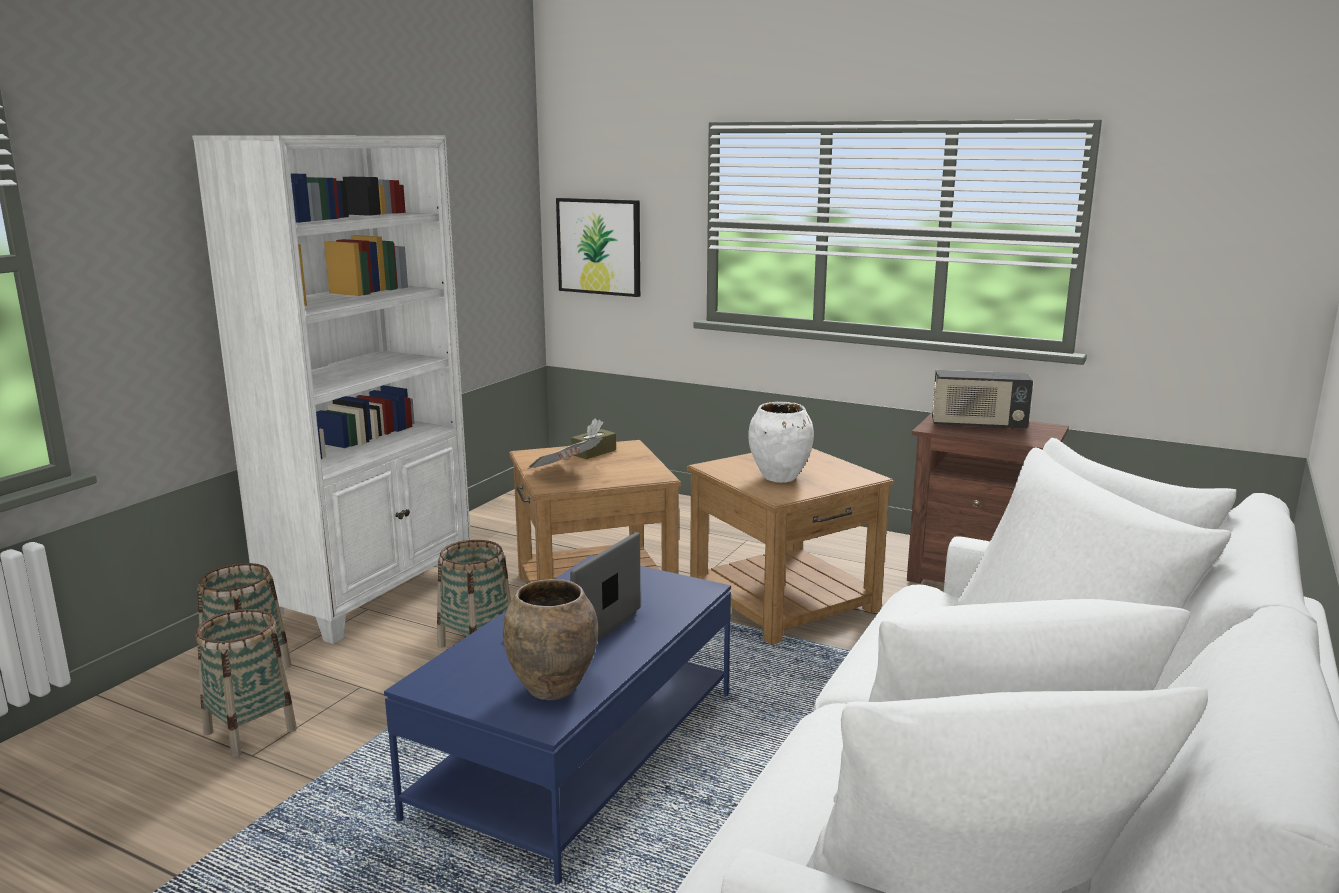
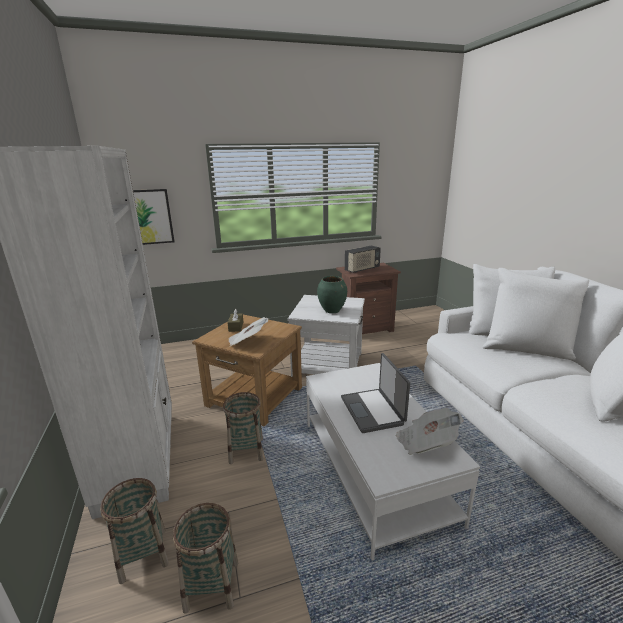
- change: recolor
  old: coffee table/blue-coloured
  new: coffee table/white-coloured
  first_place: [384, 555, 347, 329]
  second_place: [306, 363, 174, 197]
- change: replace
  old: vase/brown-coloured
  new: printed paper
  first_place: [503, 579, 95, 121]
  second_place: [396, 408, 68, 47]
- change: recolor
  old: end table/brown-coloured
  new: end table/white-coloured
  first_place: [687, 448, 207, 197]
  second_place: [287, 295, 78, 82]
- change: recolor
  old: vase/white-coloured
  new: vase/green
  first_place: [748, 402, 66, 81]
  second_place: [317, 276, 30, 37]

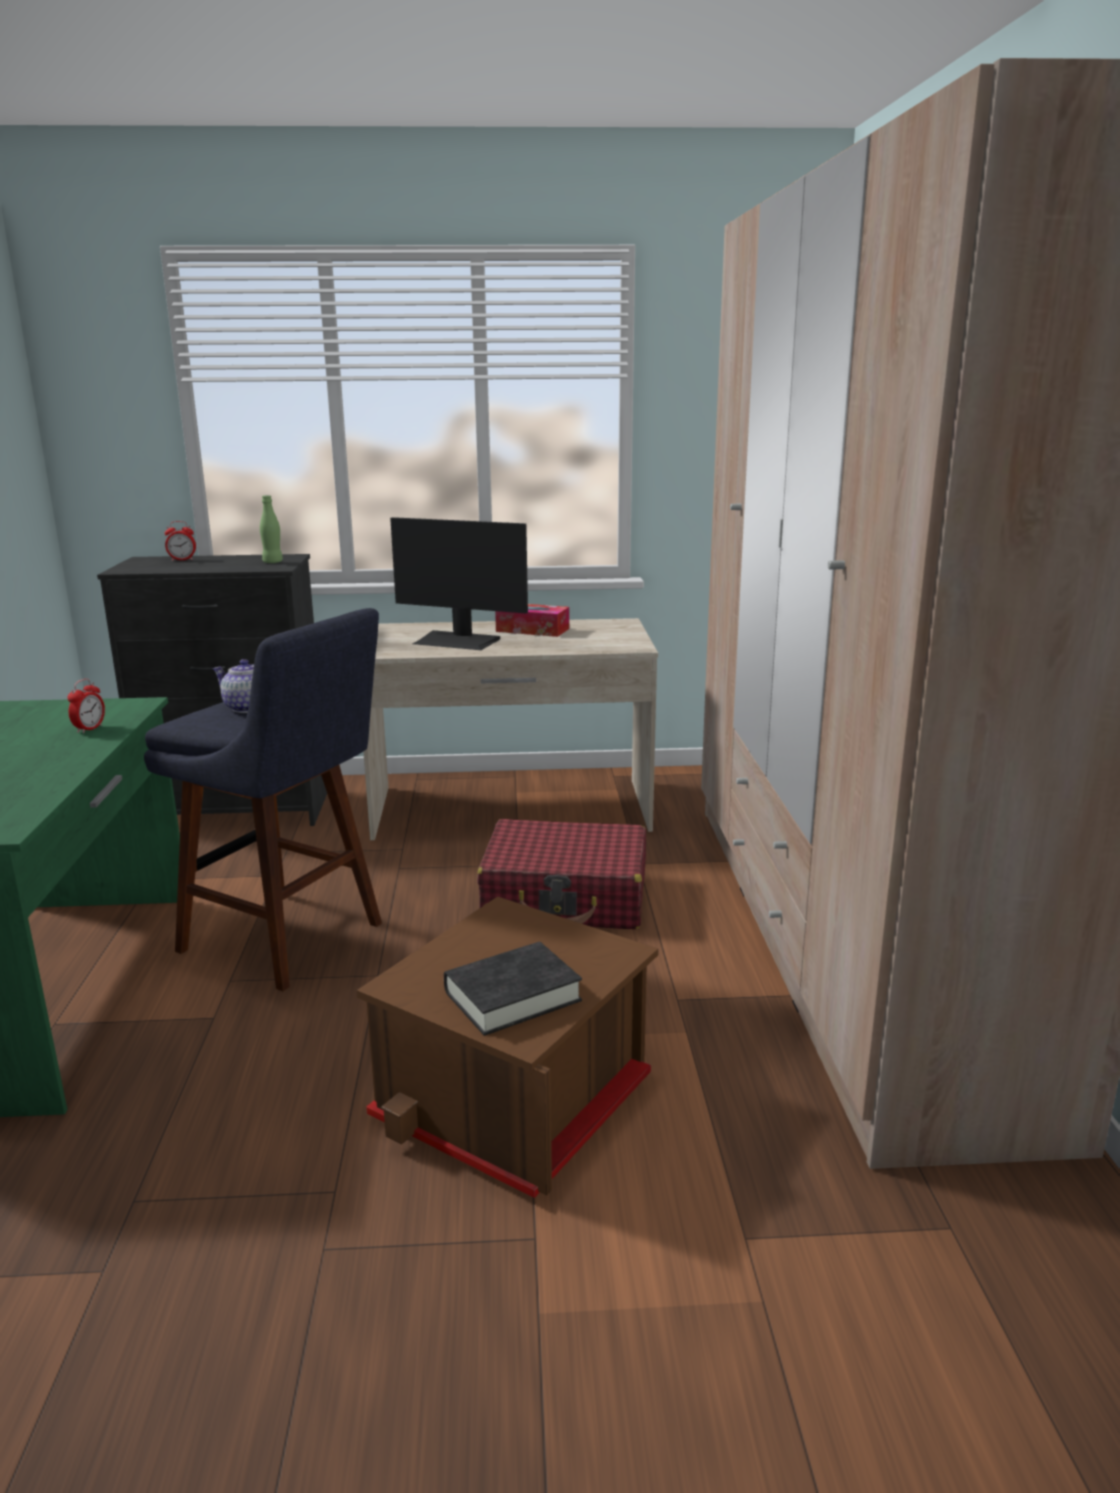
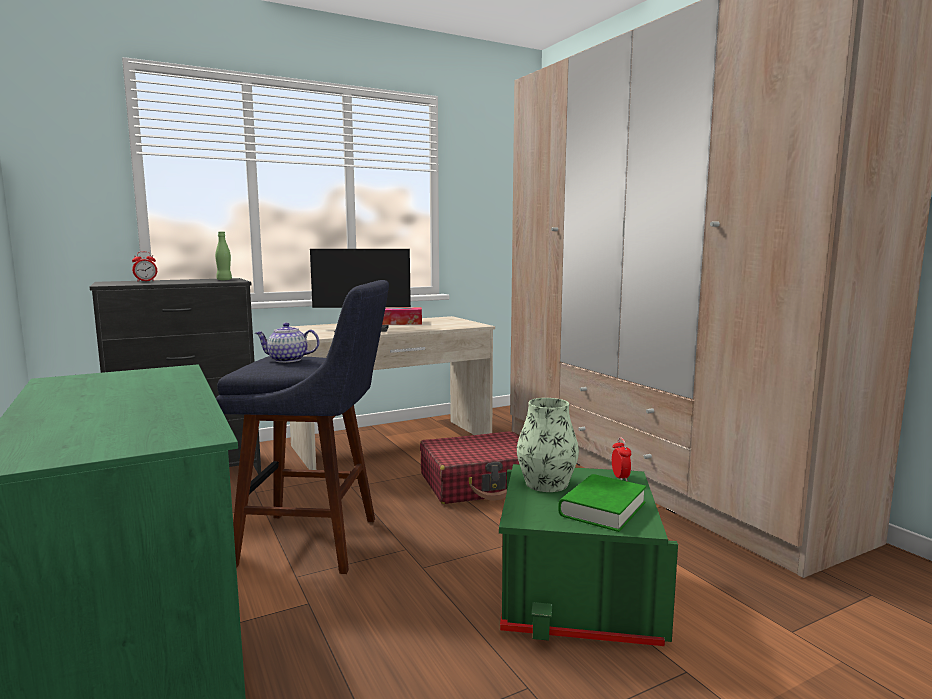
- change: move
  old: table clock
  first_place: [67, 679, 38, 55]
  second_place: [612, 437, 19, 44]
- change: recolor
  old: storage container/brown-coloured
  new: storage container/green
  first_place: [356, 897, 302, 301]
  second_place: [499, 464, 179, 182]
- change: recolor
  old: bound book/blackish
  new: bound book/green
  first_place: [444, 942, 138, 94]
  second_place: [558, 474, 88, 58]
- change: insert
  new: vase
  second_place: [517, 398, 62, 94]

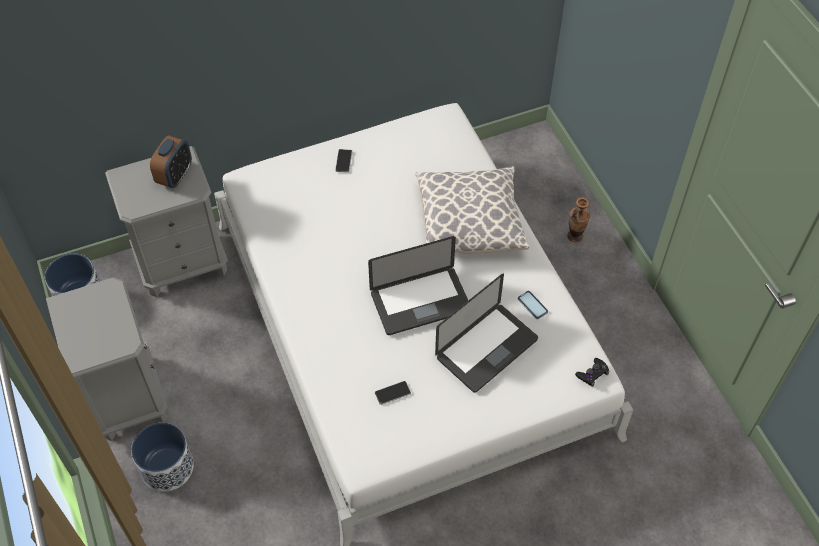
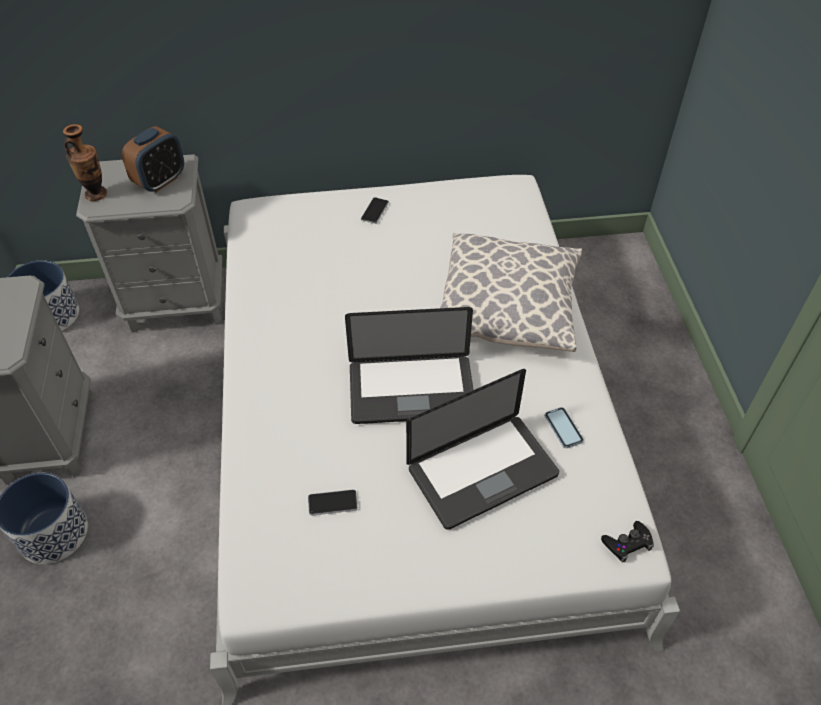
- change: move
  old: vase
  first_place: [567, 198, 23, 45]
  second_place: [63, 124, 44, 77]

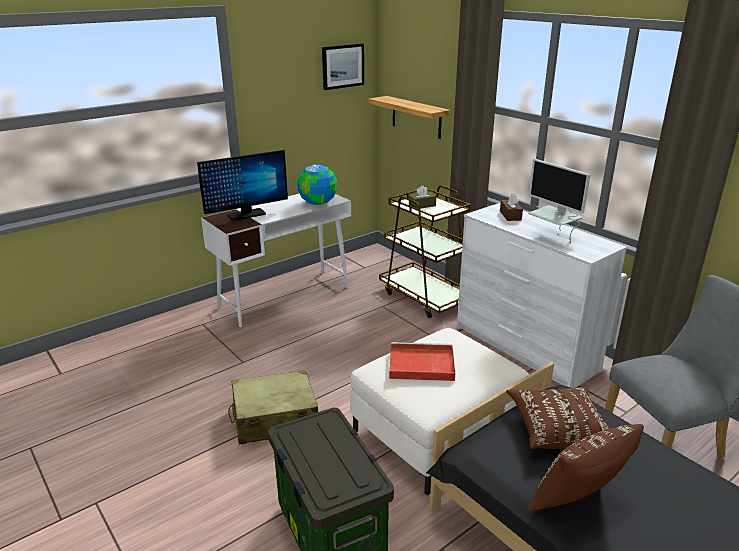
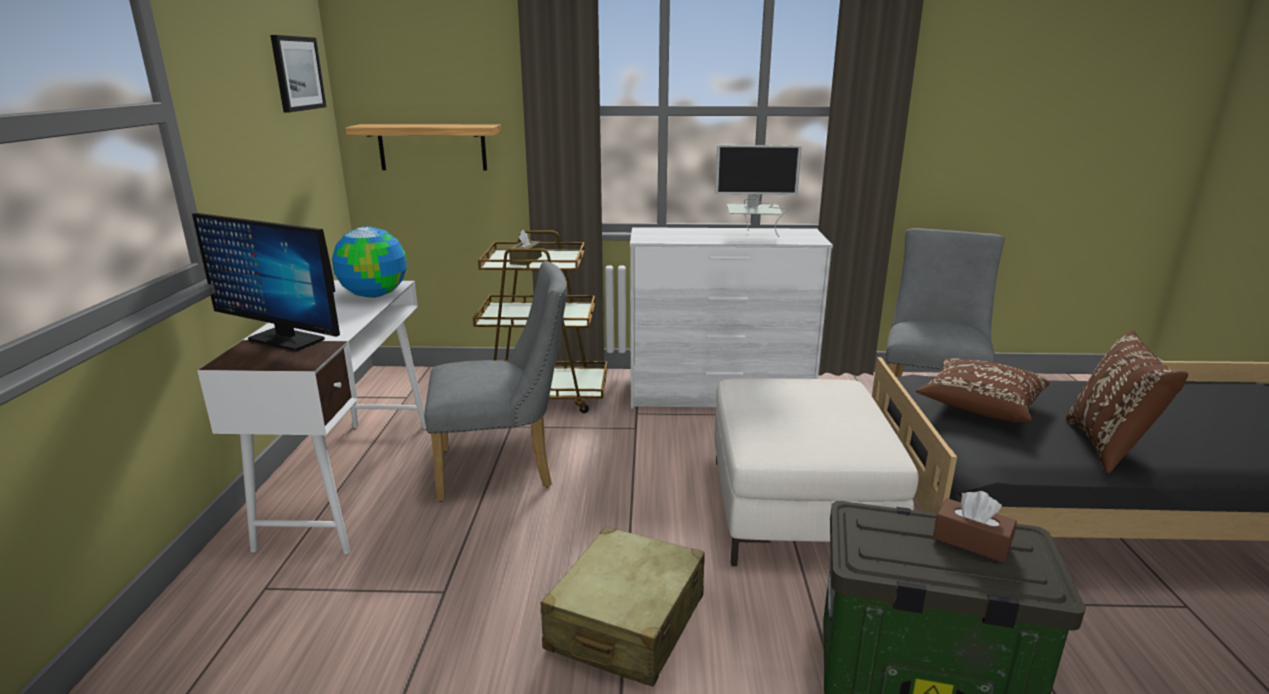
- change: rotate
  old: monitor
  first_place: [197, 150, 91, 71]
  second_place: [192, 213, 148, 138]
  degrees: 105
- change: delete
  old: serving tray/red-coloured
  first_place: [389, 342, 66, 39]
- change: move
  old: tissue box/brown-coloured
  first_place: [500, 194, 23, 27]
  second_place: [933, 491, 84, 72]
- change: insert
  new: chair/grey
  second_place: [424, 261, 143, 241]

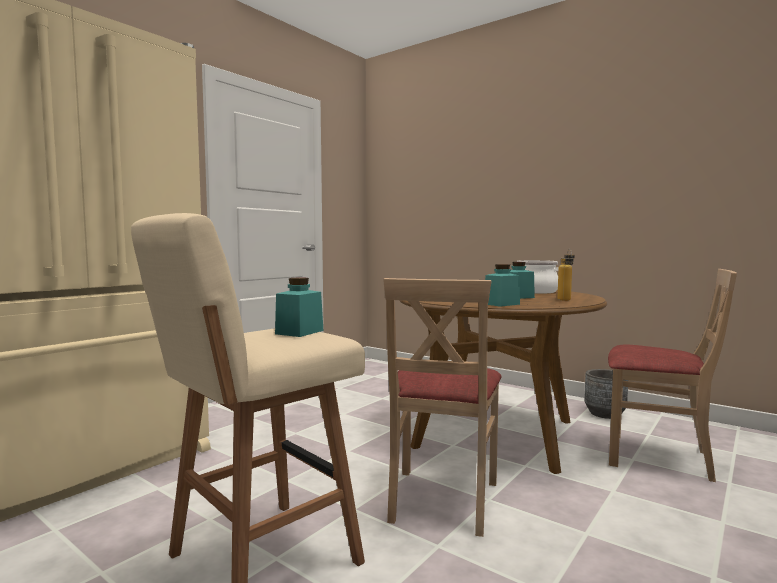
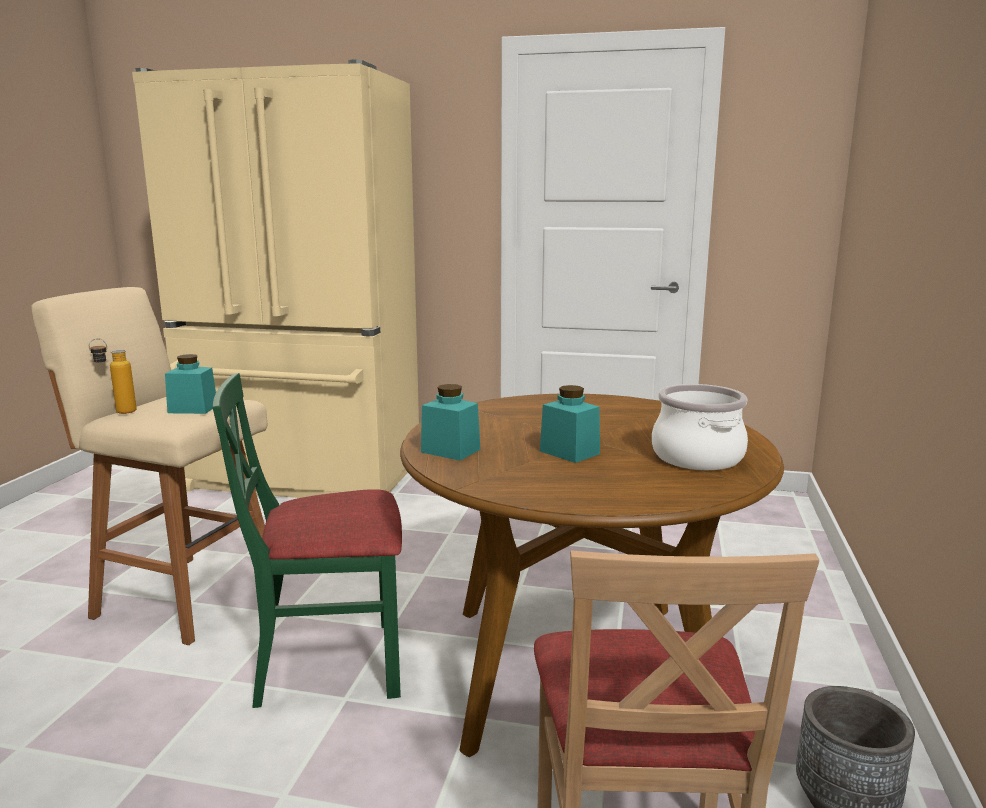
- change: recolor
  old: chair/beige-coloured
  new: chair/green
  first_place: [383, 278, 119, 259]
  second_place: [213, 373, 189, 335]
- change: move
  old: bottle
  first_place: [558, 249, 17, 52]
  second_place: [89, 338, 47, 76]

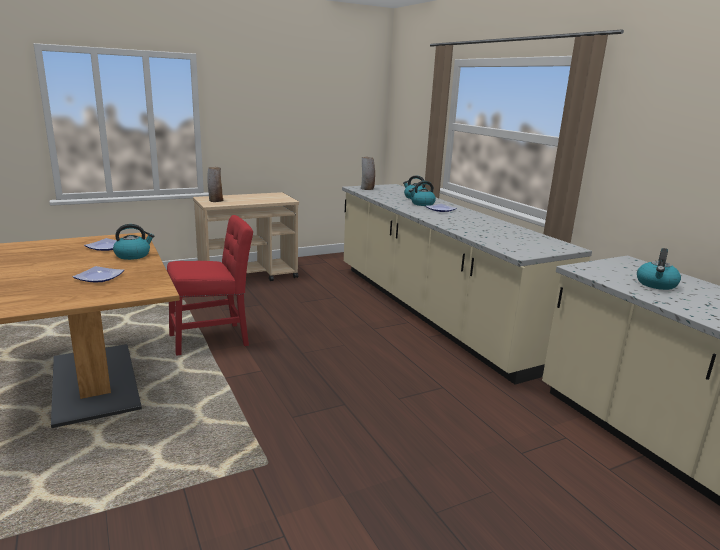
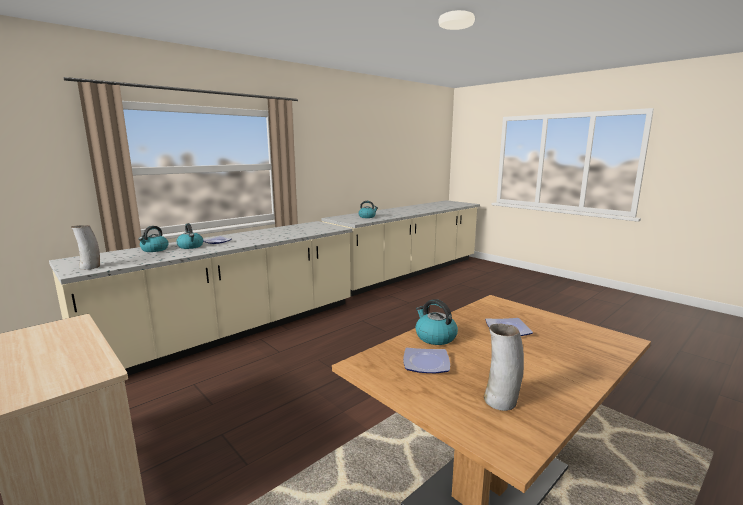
- change: delete
  old: chair/red-coloured
  first_place: [167, 215, 86, 141]
- change: move
  old: vase
  first_place: [208, 167, 15, 35]
  second_place: [484, 323, 40, 88]

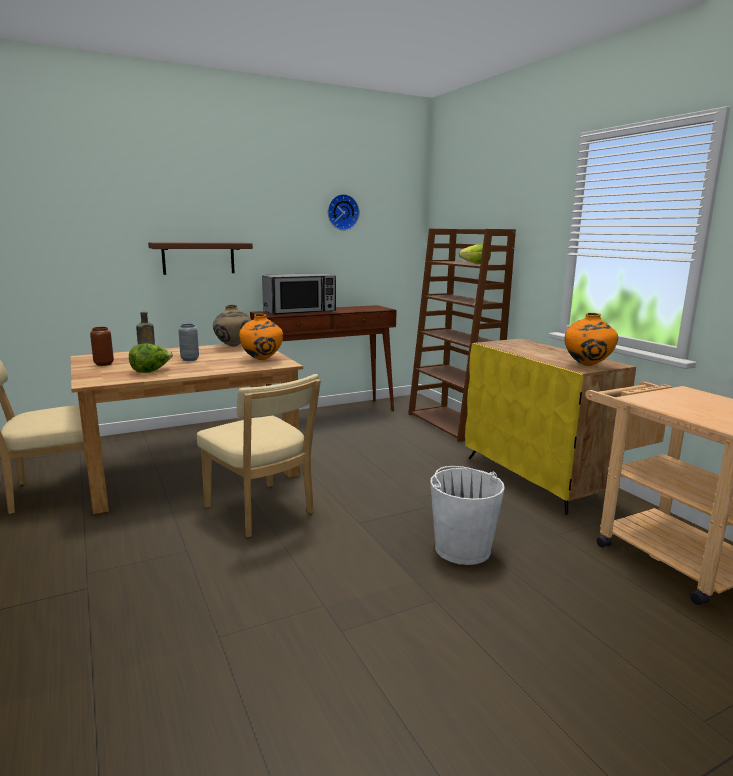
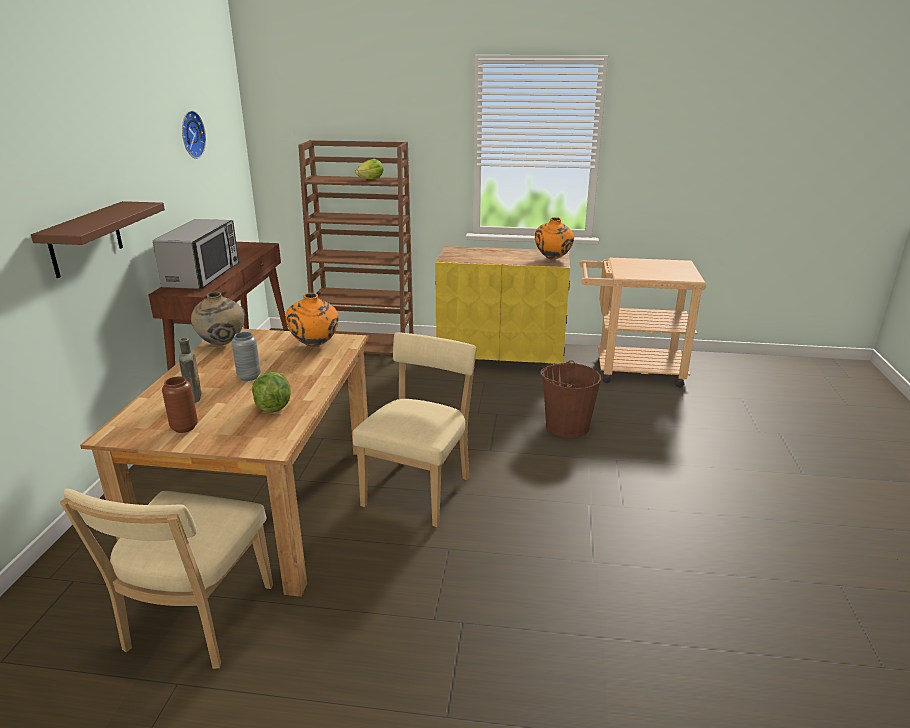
- change: rotate
  old: chair/beige-coloured
  first_place: [197, 374, 124, 163]
  second_place: [353, 332, 124, 195]
  degrees: -60
- change: recolor
  old: water bucket/white-coloured
  new: water bucket/brown-coloured
  first_place: [430, 466, 75, 99]
  second_place: [540, 360, 61, 78]

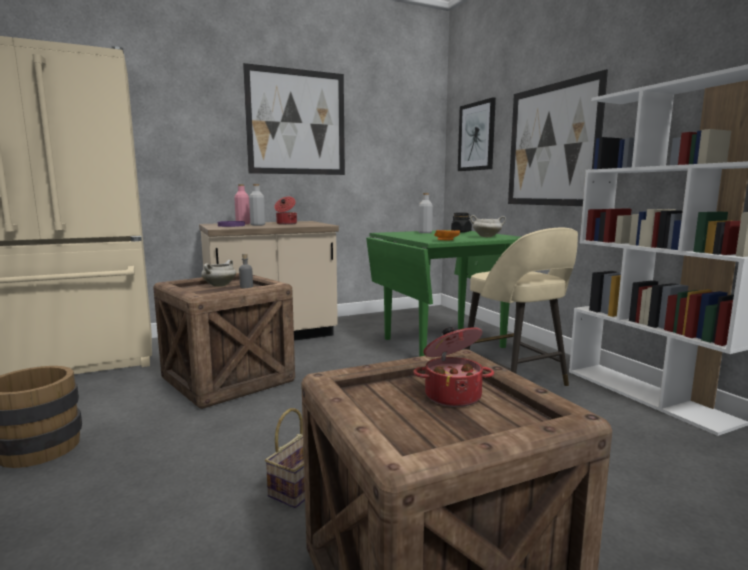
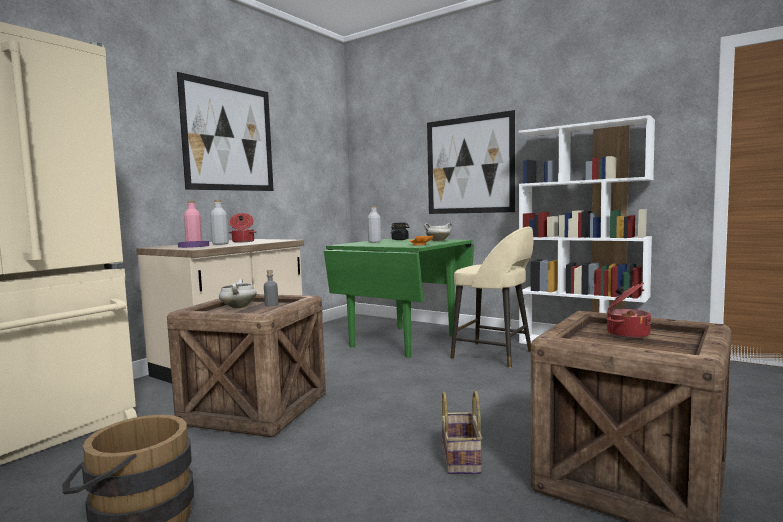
- change: delete
  old: picture
  first_place: [458, 97, 38, 74]

